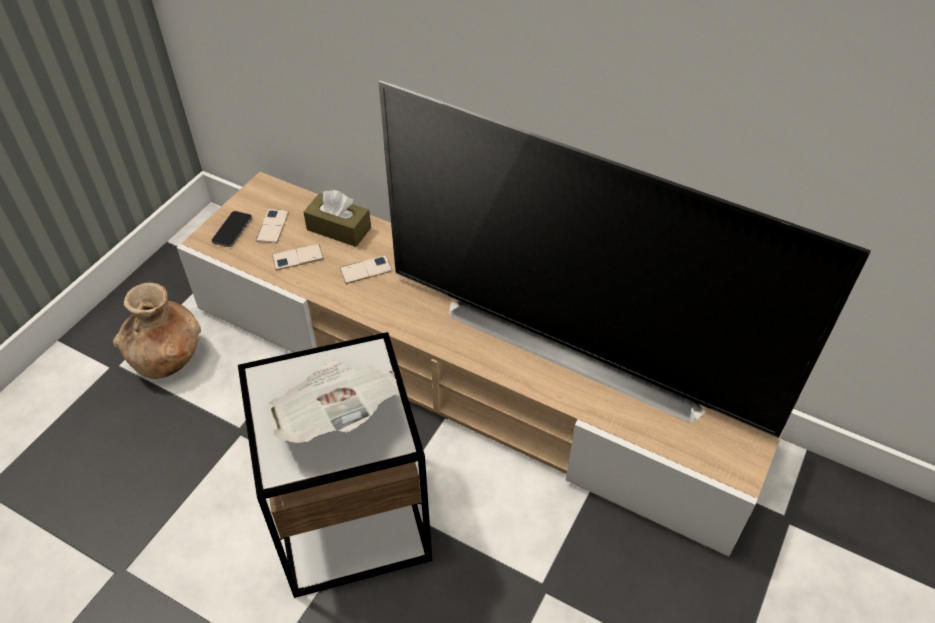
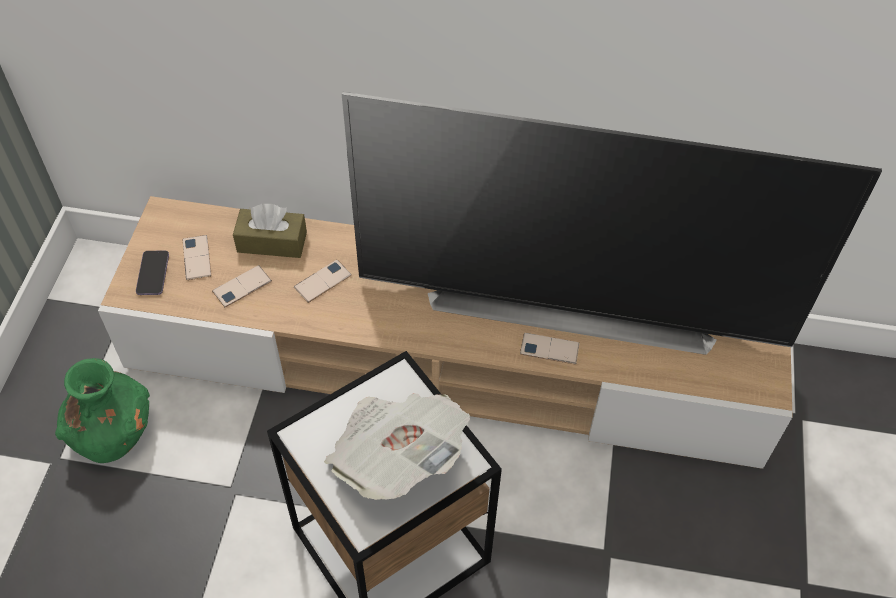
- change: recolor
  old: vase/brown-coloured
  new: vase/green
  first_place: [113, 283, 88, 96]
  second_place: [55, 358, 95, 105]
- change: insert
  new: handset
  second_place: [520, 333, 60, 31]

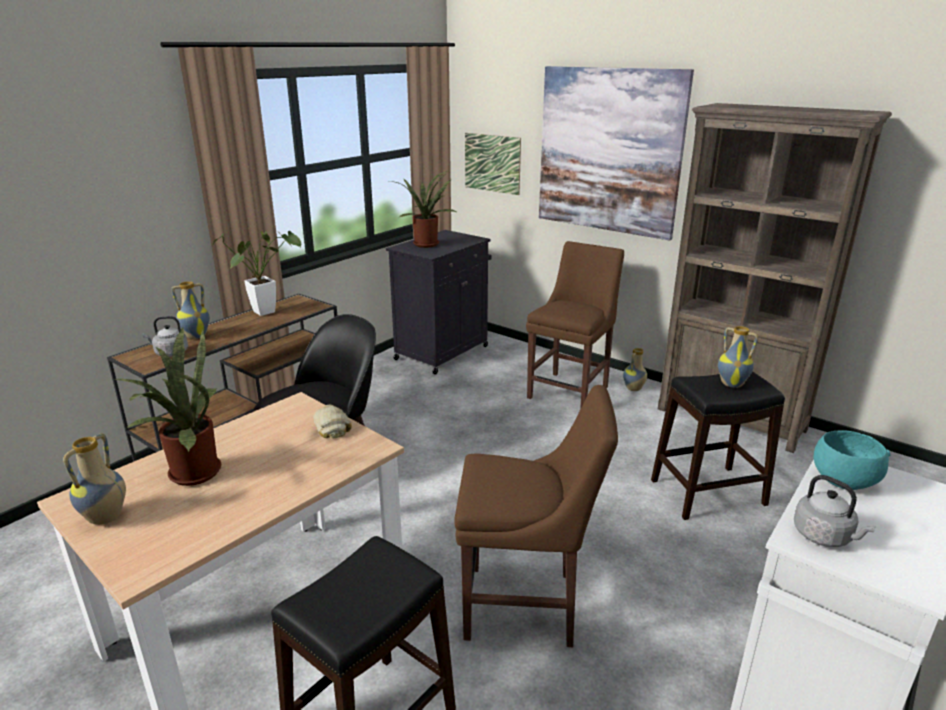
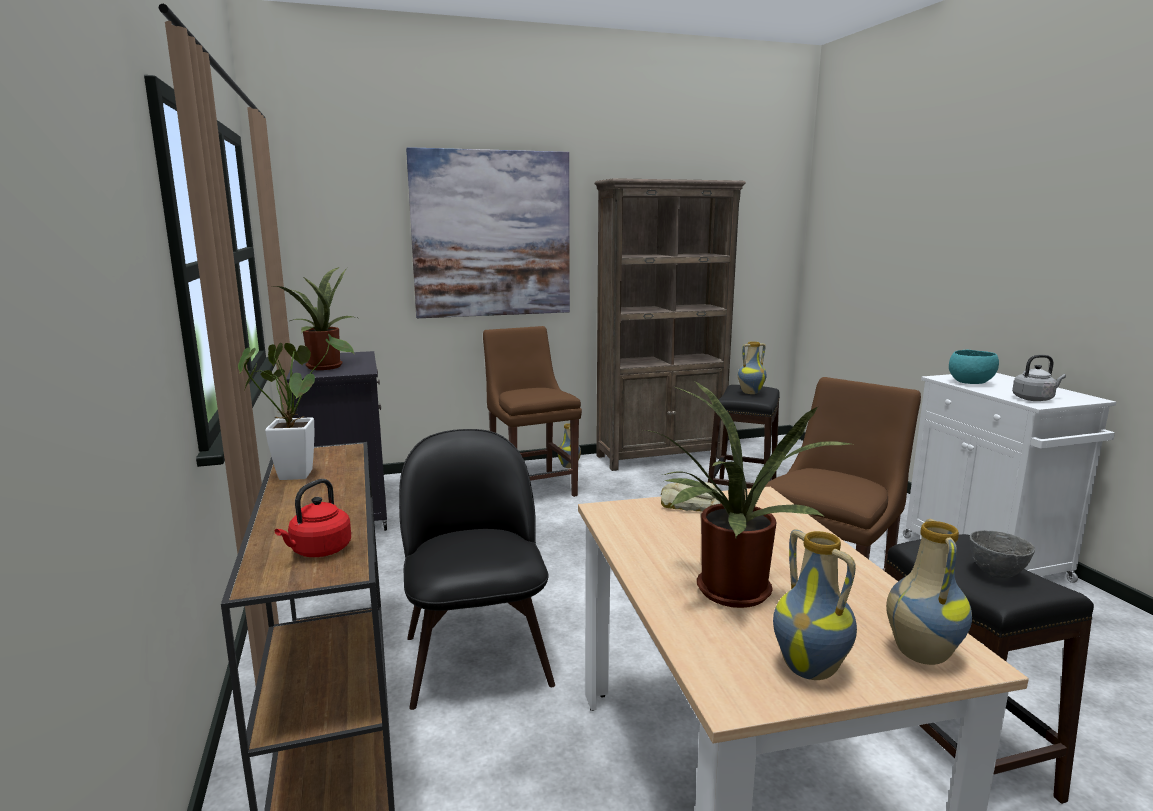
- change: recolor
  old: tea kettle/grey
  new: tea kettle/red-coloured
  first_place: [143, 316, 45, 41]
  second_place: [275, 479, 76, 78]
- change: move
  old: vase
  first_place: [171, 281, 39, 58]
  second_place: [886, 519, 86, 146]
- change: delete
  old: picture
  first_place: [465, 133, 56, 62]
- change: insert
  new: deep dish/grey
  second_place: [970, 530, 65, 48]

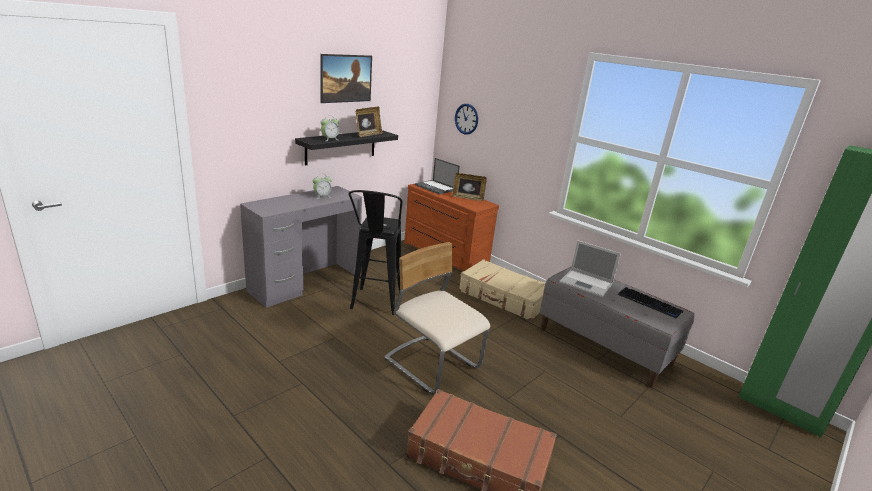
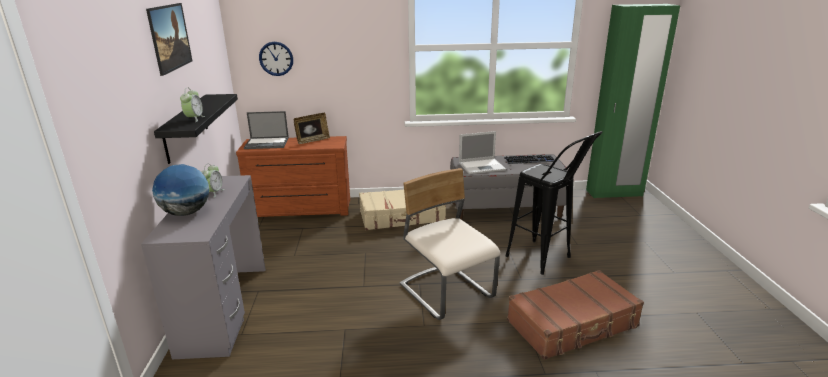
- change: move
  old: stool seat/blackish
  first_place: [349, 190, 53, 125]
  second_place: [505, 131, 98, 144]
- change: delete
  old: standing frame
  first_place: [356, 107, 27, 30]
- change: rotate
  old: chair/beige-coloured
  first_place: [384, 242, 106, 152]
  second_place: [400, 168, 101, 152]
  degrees: 60
- change: insert
  new: globe
  second_place: [152, 164, 57, 52]

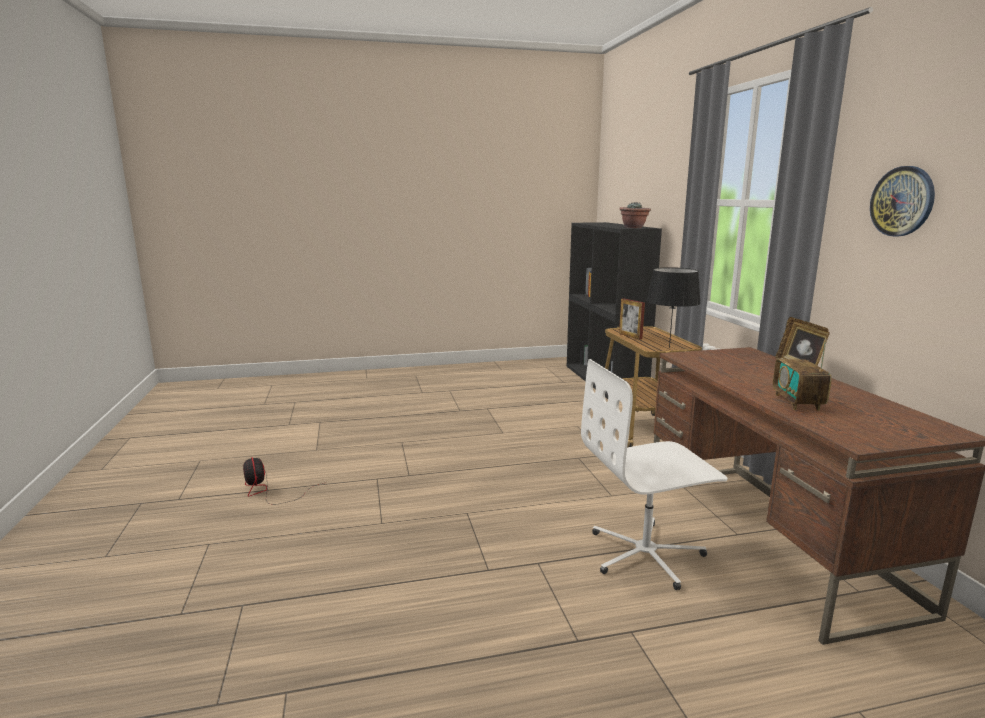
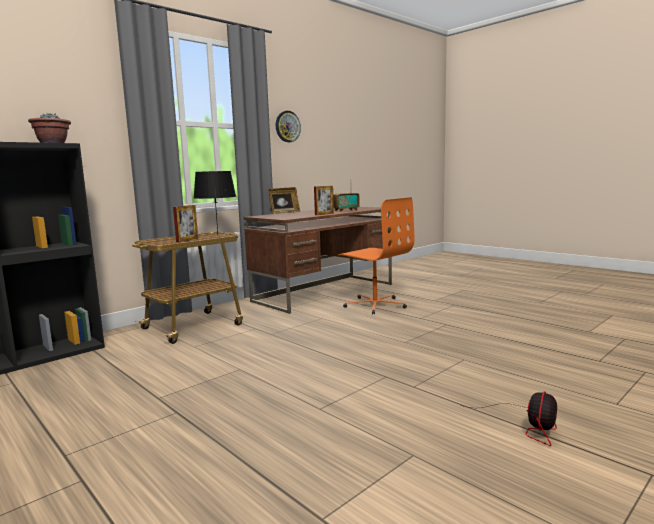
- change: recolor
  old: computer chair/white-coloured
  new: computer chair/orange-coloured
  first_place: [581, 359, 147, 231]
  second_place: [338, 197, 76, 117]
- change: insert
  new: standing frame
  second_place: [314, 186, 20, 29]

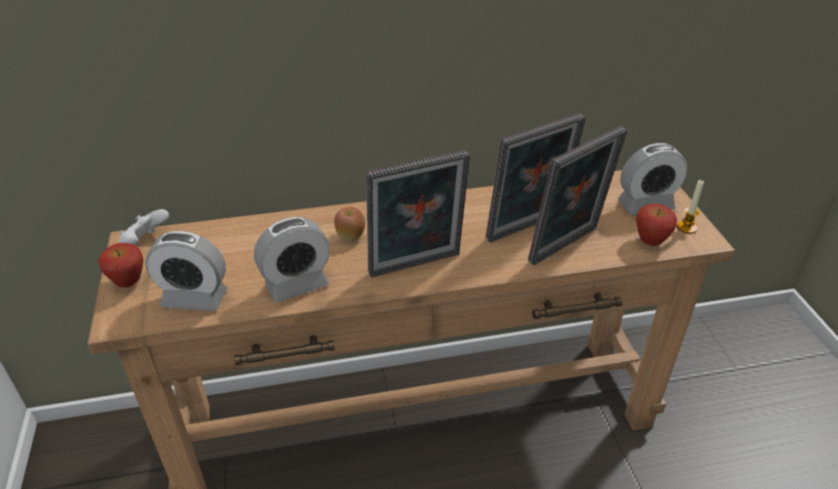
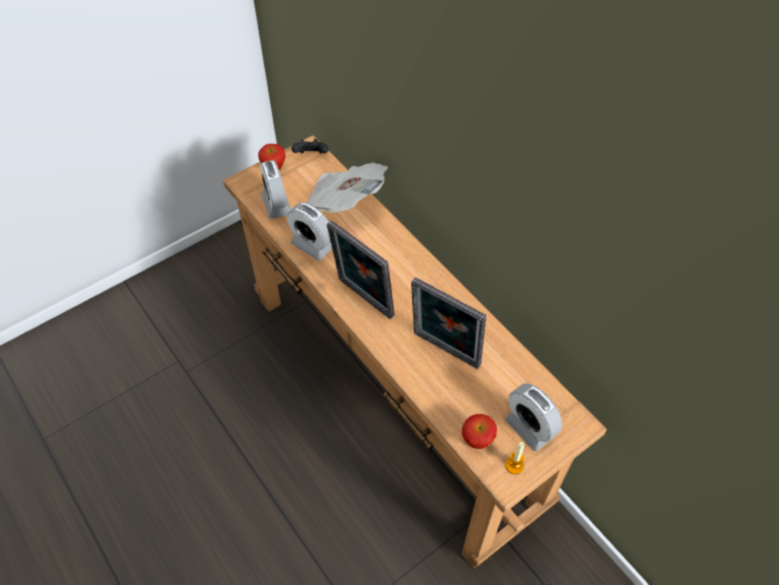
- change: recolor
  old: gamepad/white-coloured
  new: gamepad/blackish
  first_place: [119, 209, 50, 36]
  second_place: [292, 139, 37, 15]
- change: delete
  old: apple fruit
  first_place: [334, 207, 31, 34]
- change: delete
  old: standing frame
  first_place: [528, 126, 99, 139]
- change: insert
  new: printed paper
  second_place: [305, 162, 83, 51]

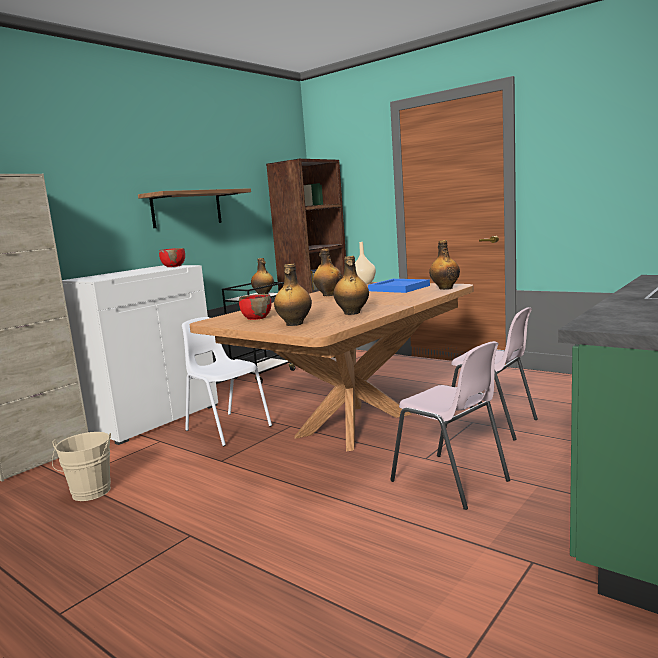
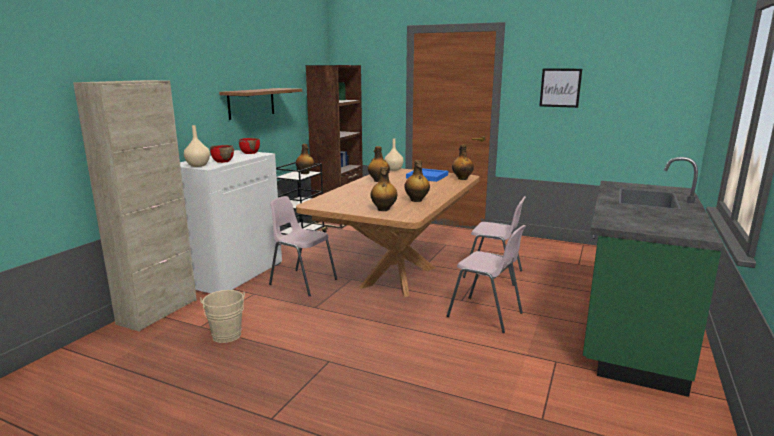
- change: recolor
  old: chair/white-coloured
  new: chair/pink
  first_place: [182, 317, 90, 129]
  second_place: [269, 196, 68, 100]
- change: move
  old: deep dish/red-coloured
  first_place: [239, 294, 32, 26]
  second_place: [210, 145, 24, 18]
- change: insert
  new: vase/beige-coloured
  second_place: [184, 125, 26, 42]
- change: insert
  new: picture
  second_place: [539, 69, 43, 39]

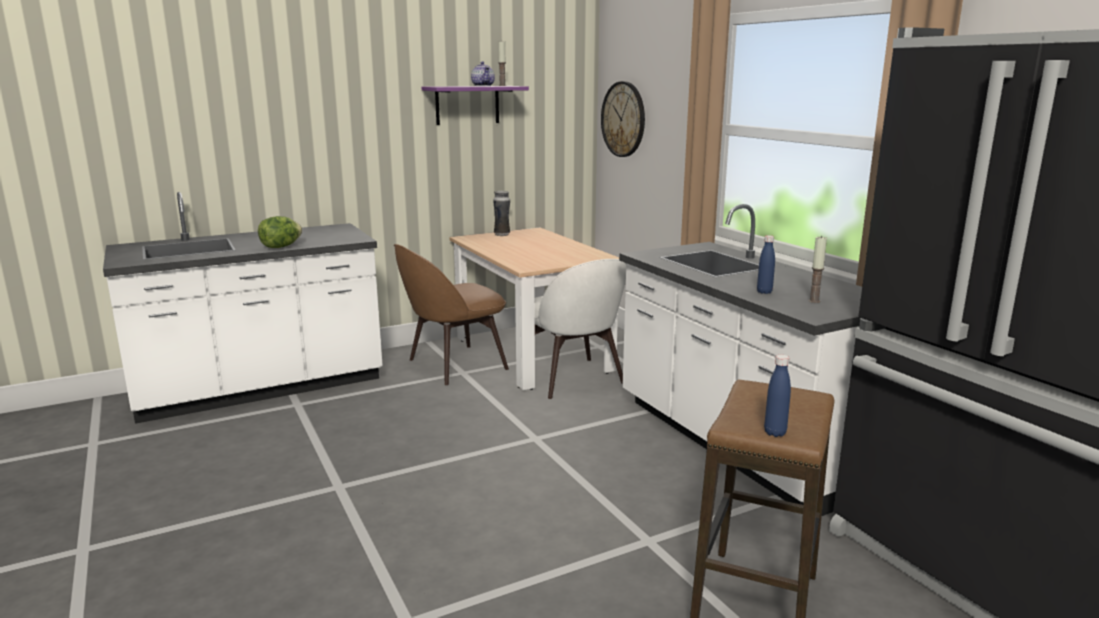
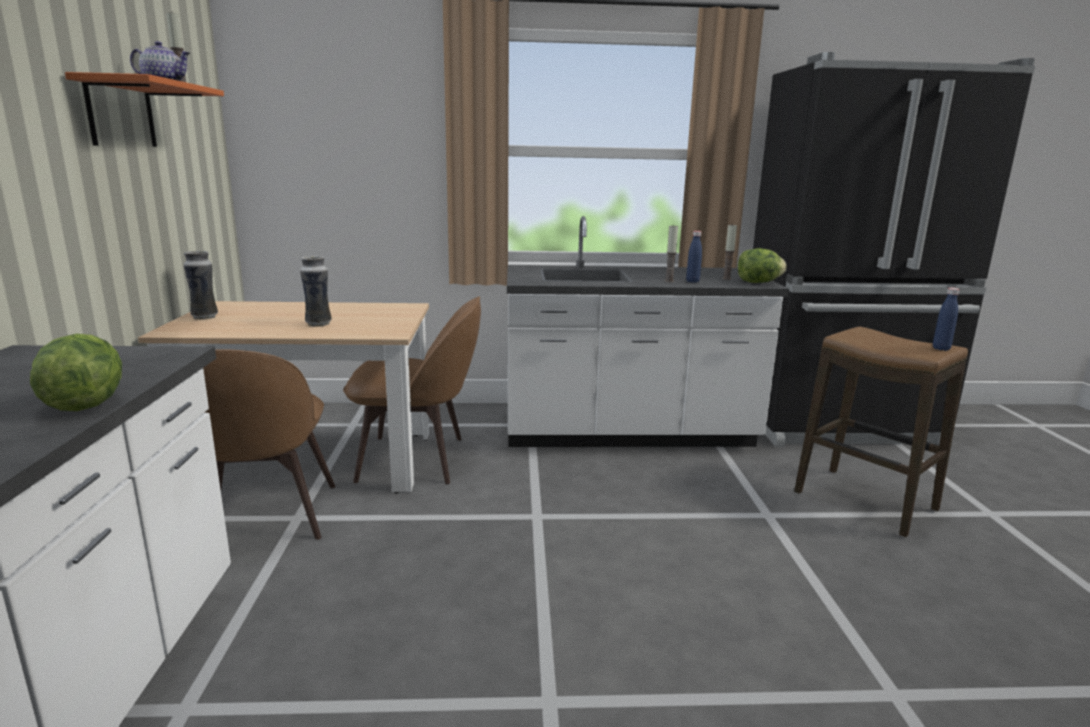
- change: recolor
  old: wall shelf/purple-coloured
  new: wall shelf/orange-coloured
  first_place: [422, 86, 107, 39]
  second_place: [65, 72, 159, 75]
- change: recolor
  old: chair/white-coloured
  new: chair/brown-coloured
  first_place: [534, 259, 92, 140]
  second_place: [343, 296, 138, 188]
- change: delete
  old: hanging clock
  first_place: [601, 81, 44, 76]
- change: insert
  new: vase
  second_place: [300, 256, 32, 71]
- change: insert
  new: wax light
  second_place: [665, 224, 13, 58]
- change: insert
  new: lettuce
  second_place: [738, 248, 49, 35]

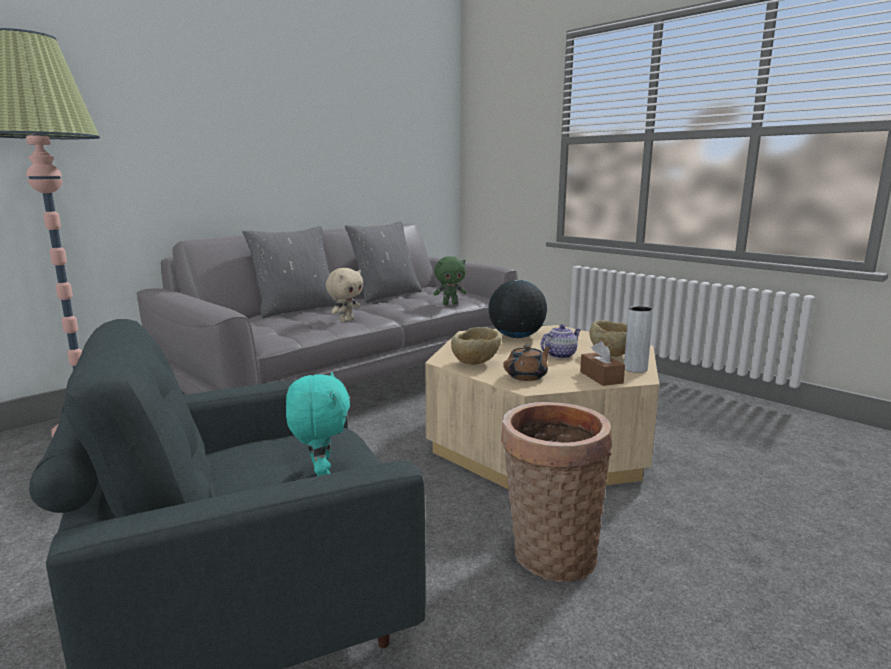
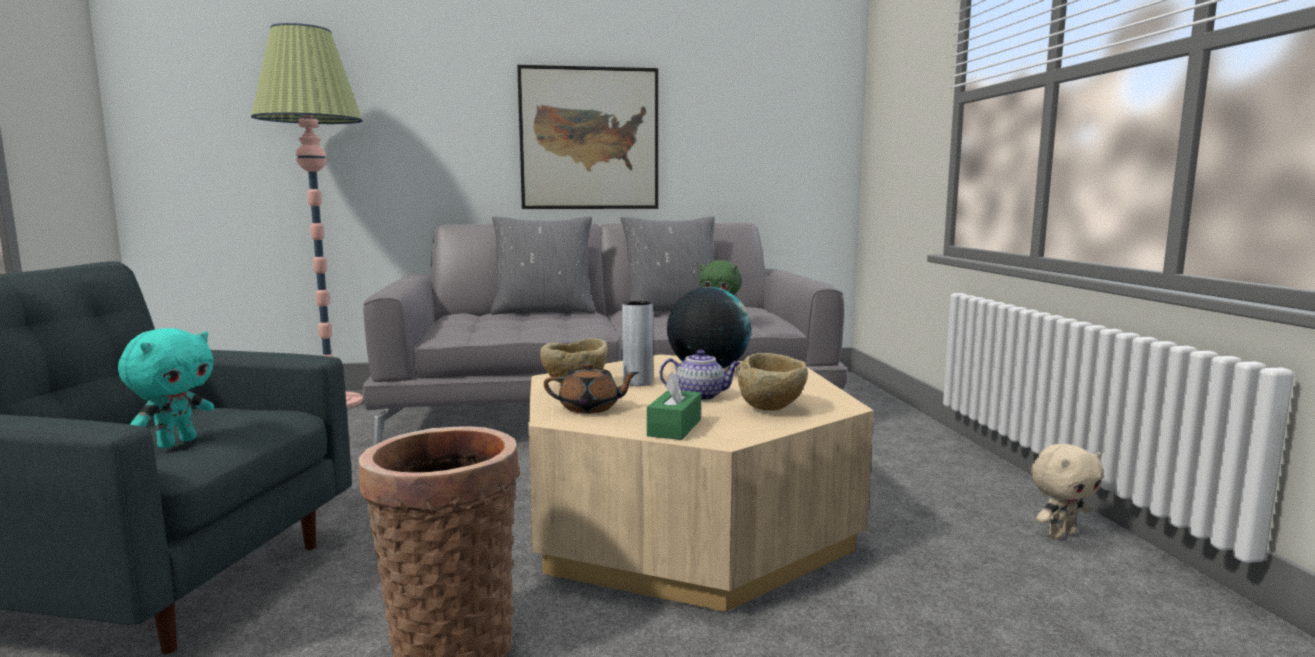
- change: move
  old: plush toy/beige-coloured
  first_place: [326, 268, 37, 55]
  second_place: [1031, 444, 73, 95]
- change: recolor
  old: tissue box/brown-coloured
  new: tissue box/green
  first_place: [580, 341, 45, 45]
  second_place: [647, 371, 54, 69]
- change: move
  old: vase/grey
  first_place: [624, 306, 29, 67]
  second_place: [622, 301, 31, 85]
- change: insert
  new: picture
  second_place: [517, 65, 141, 144]

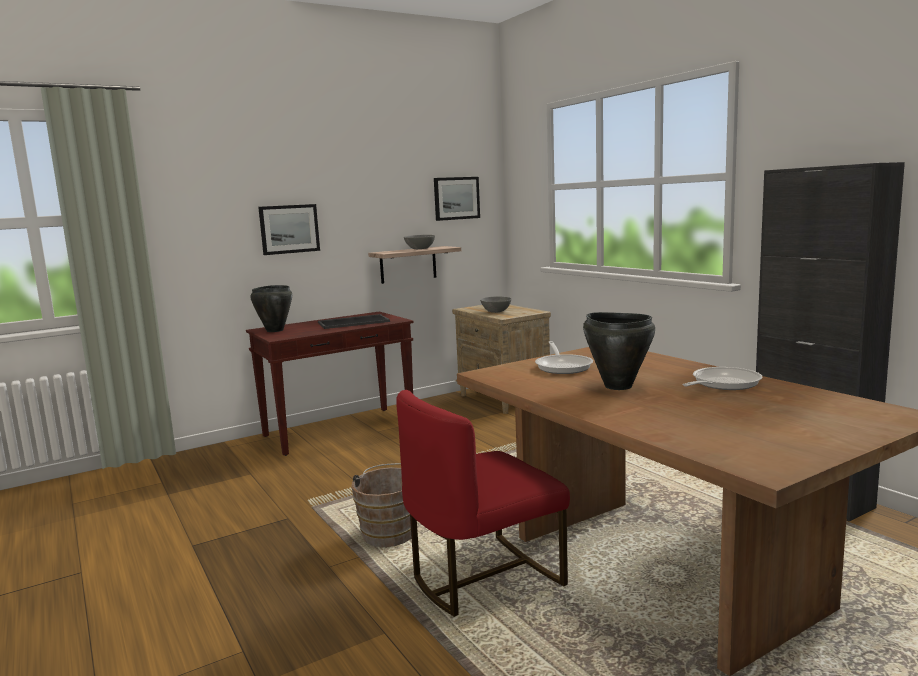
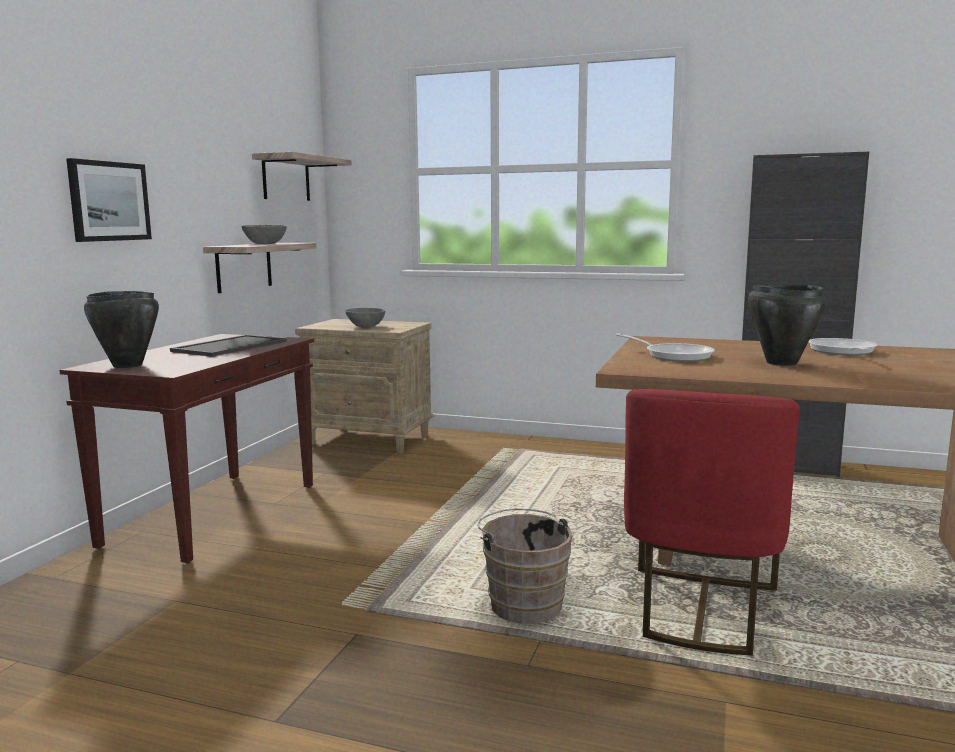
- change: replace
  old: picture
  new: wall shelf
  first_place: [434, 177, 46, 44]
  second_place: [252, 152, 100, 49]

